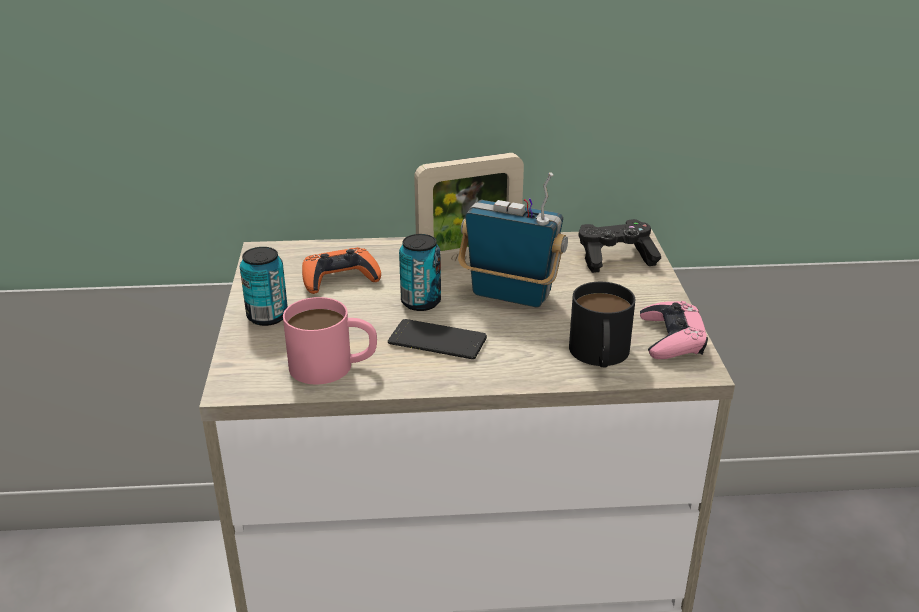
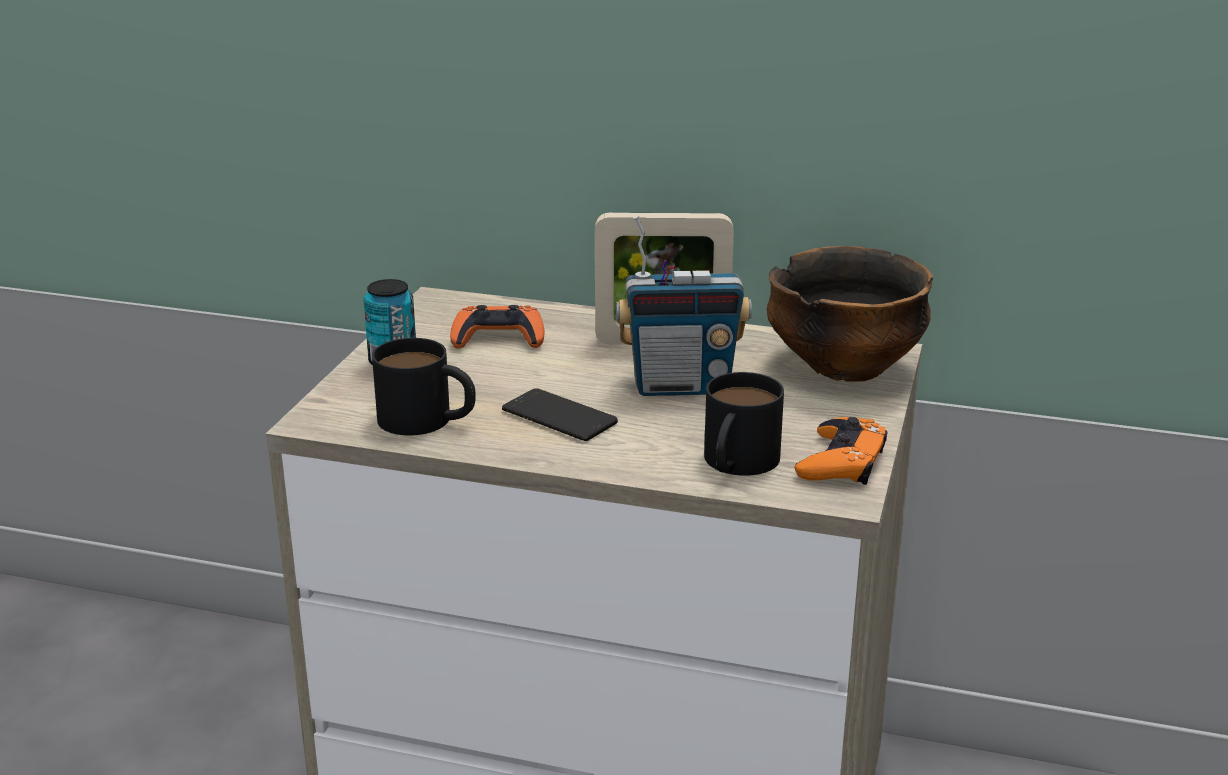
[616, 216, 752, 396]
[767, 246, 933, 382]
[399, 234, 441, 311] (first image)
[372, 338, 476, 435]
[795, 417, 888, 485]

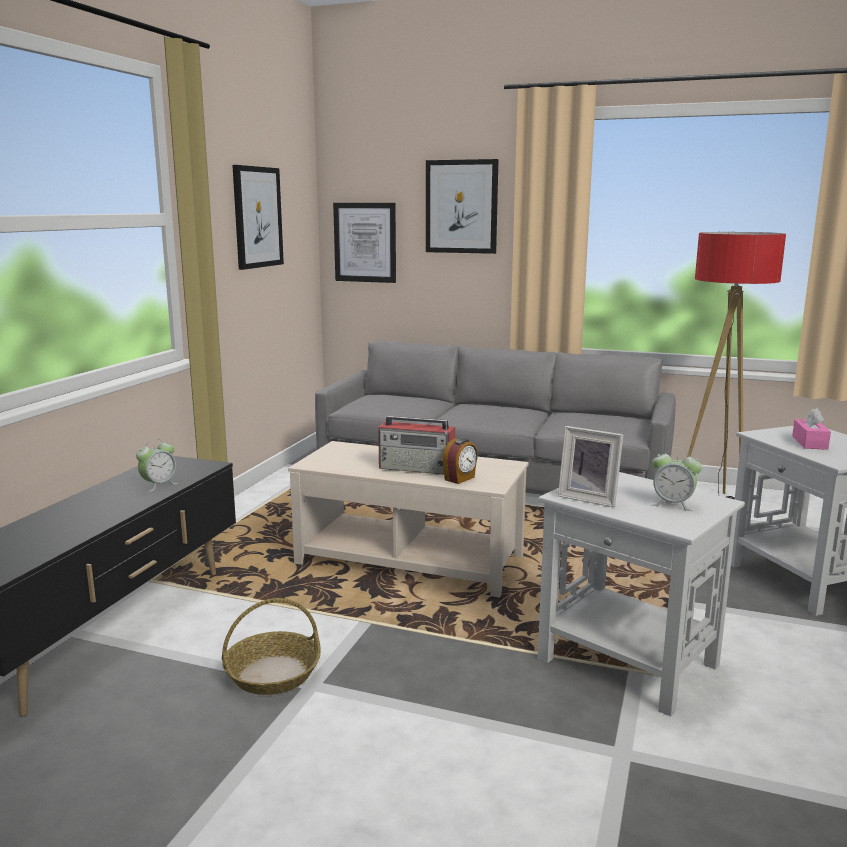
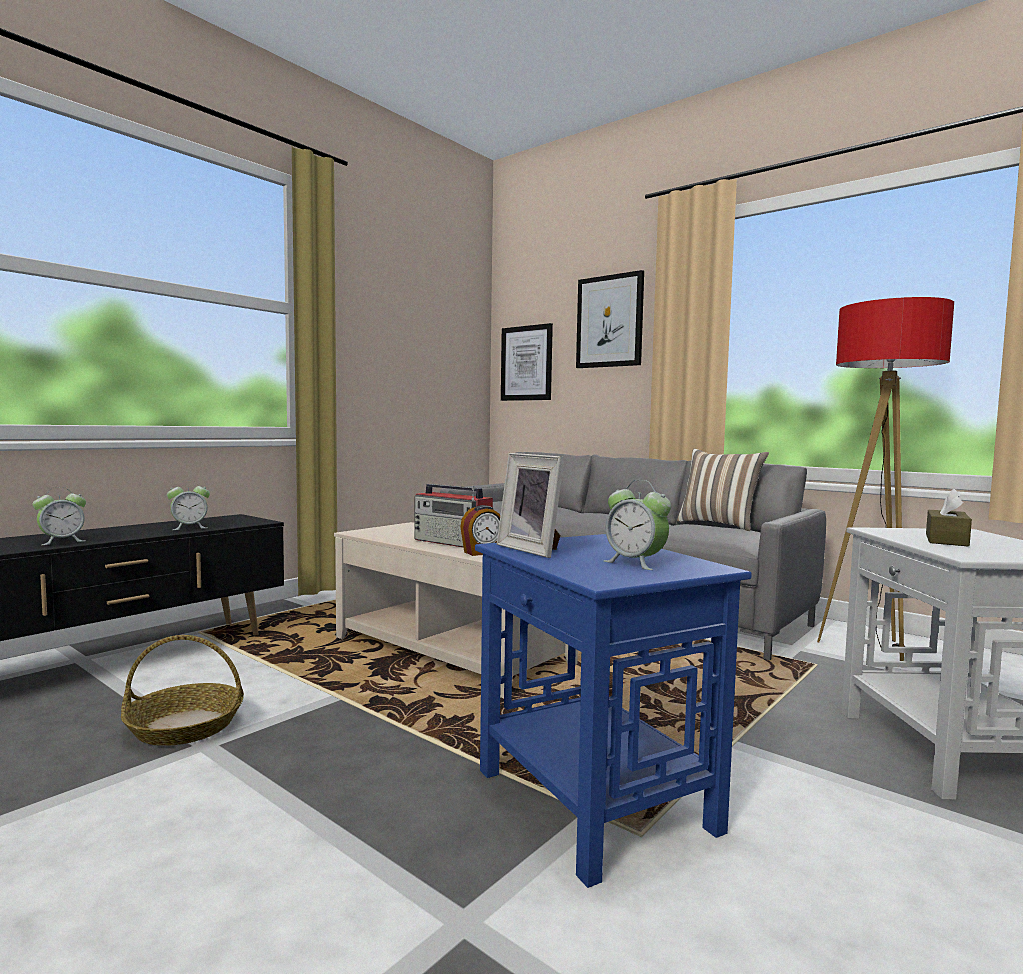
[232, 165, 284, 270] (first image)
[926, 488, 972, 547]
[475, 534, 752, 888]
[677, 449, 769, 531]
[33, 487, 86, 545]

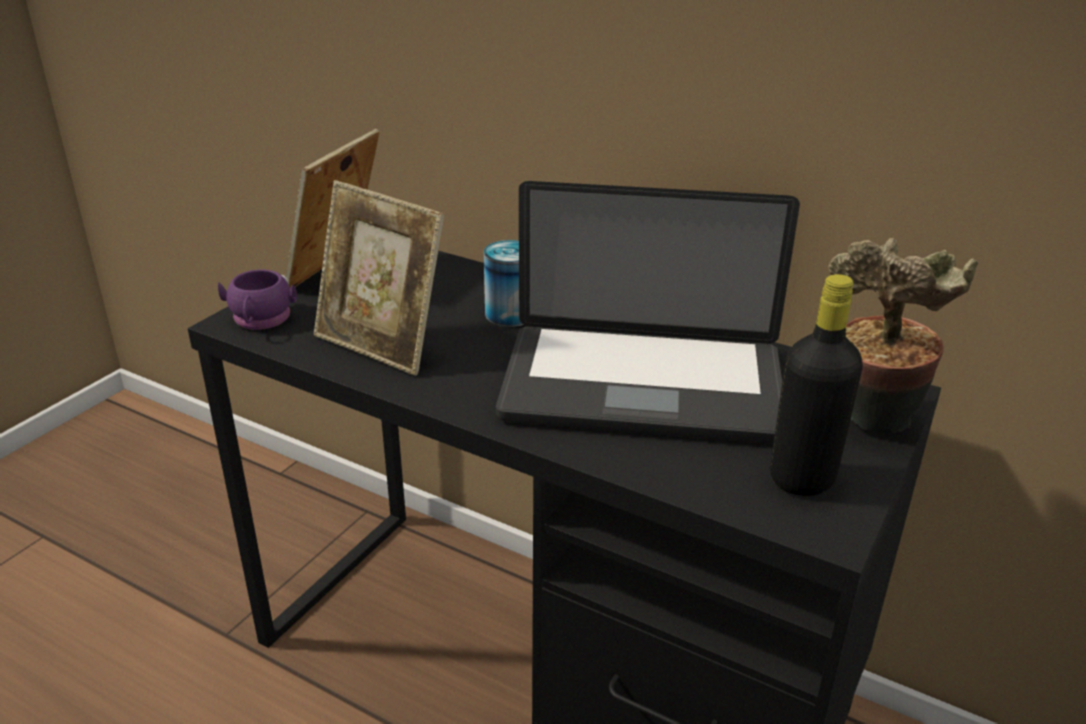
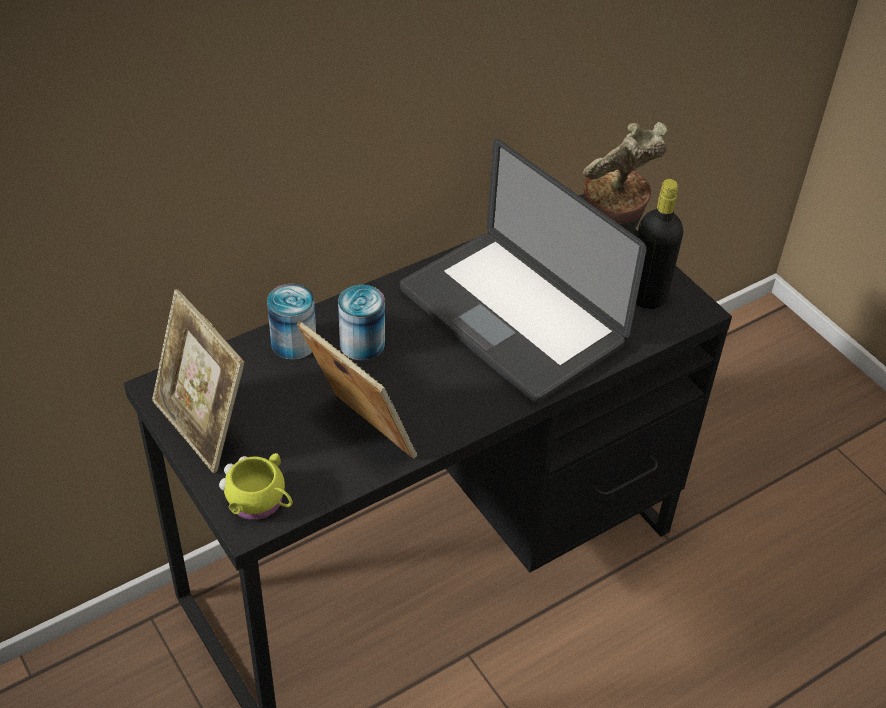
[297, 321, 417, 458]
[400, 139, 647, 403]
[219, 453, 293, 520]
[267, 284, 316, 360]

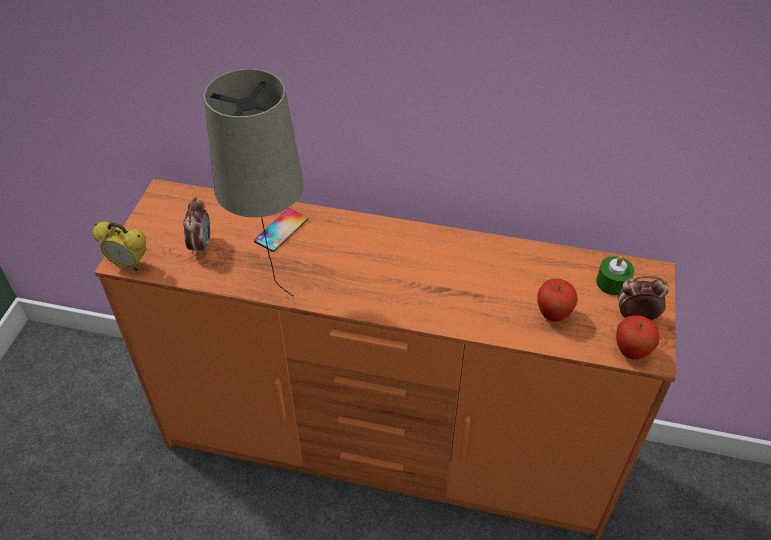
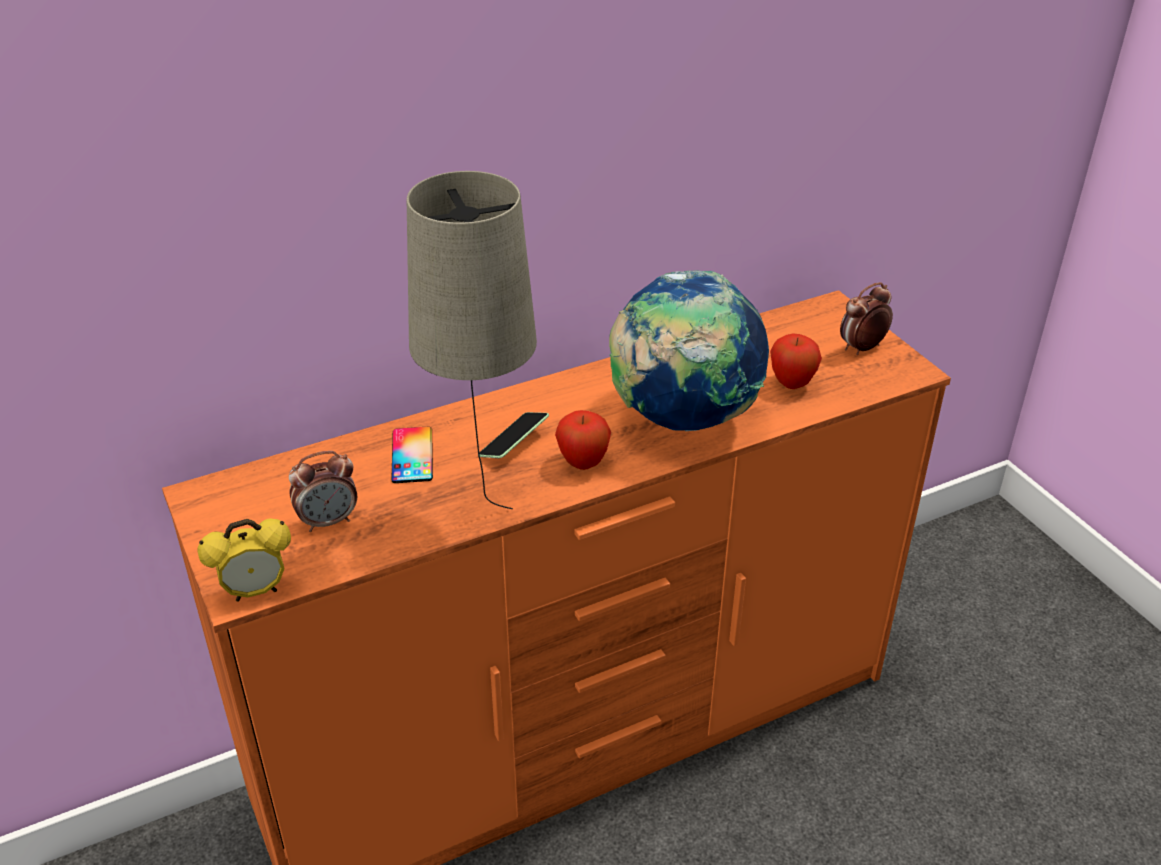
[289, 451, 357, 532]
[596, 256, 634, 295] (first image)
[555, 410, 611, 470]
[609, 270, 769, 431]
[479, 412, 549, 458]

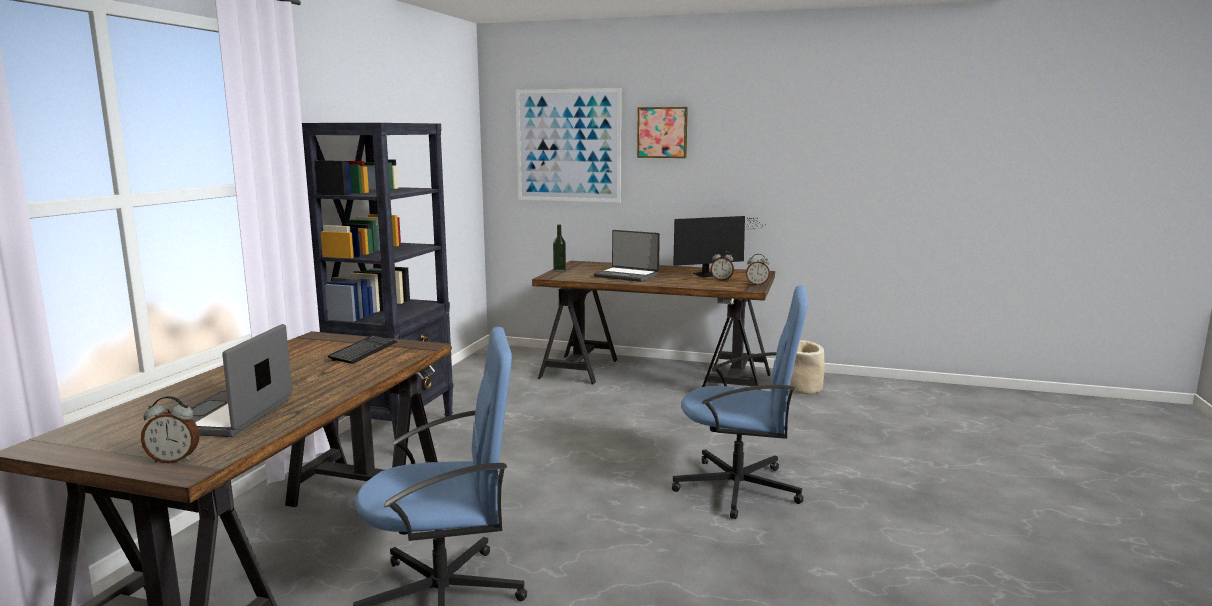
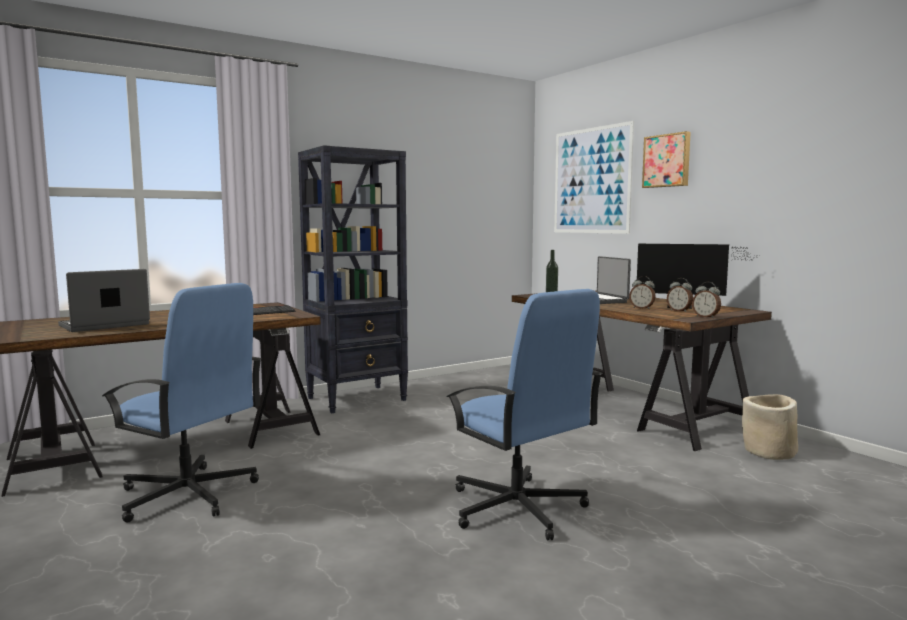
[629, 276, 656, 309]

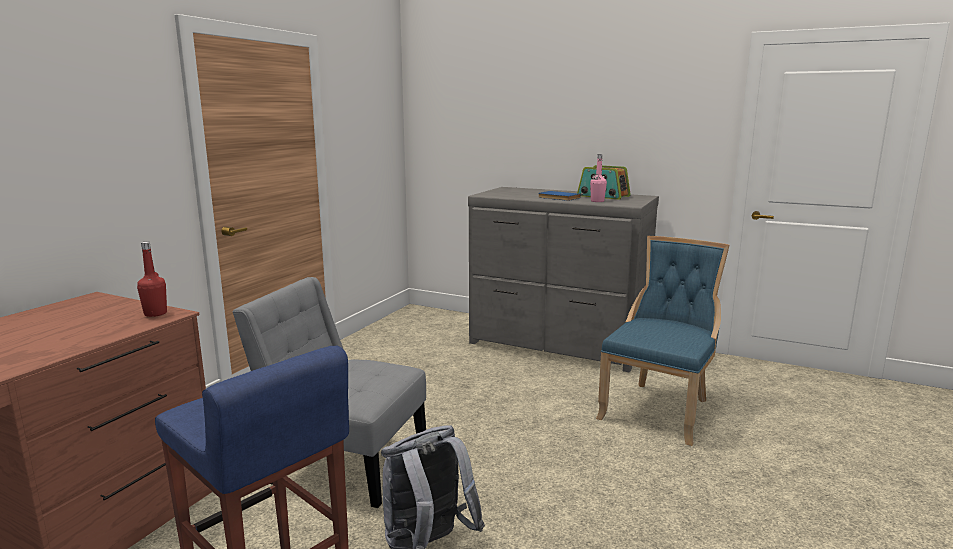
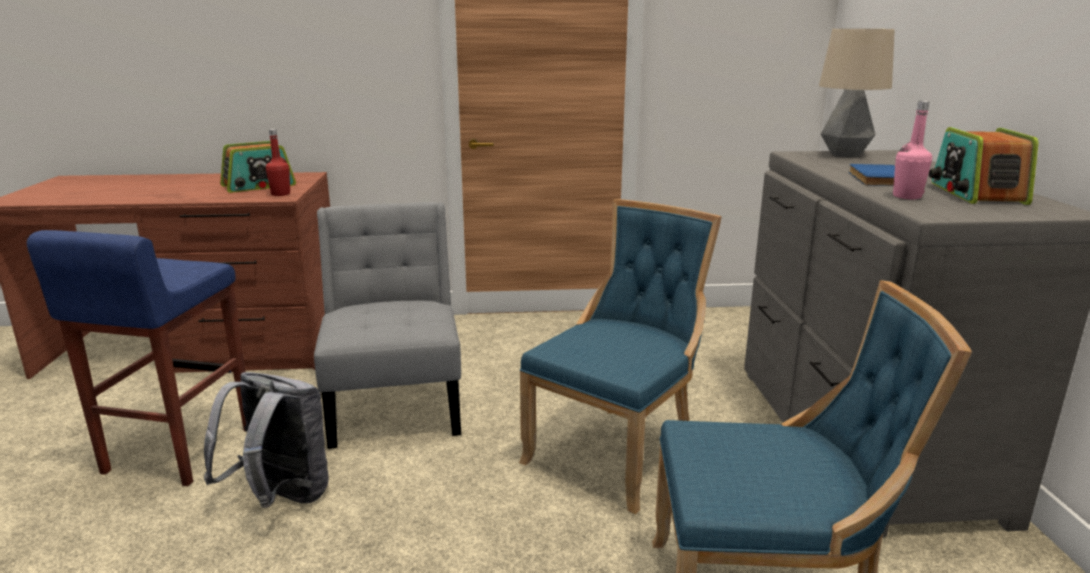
[819, 29, 895, 158]
[220, 141, 296, 193]
[519, 199, 722, 514]

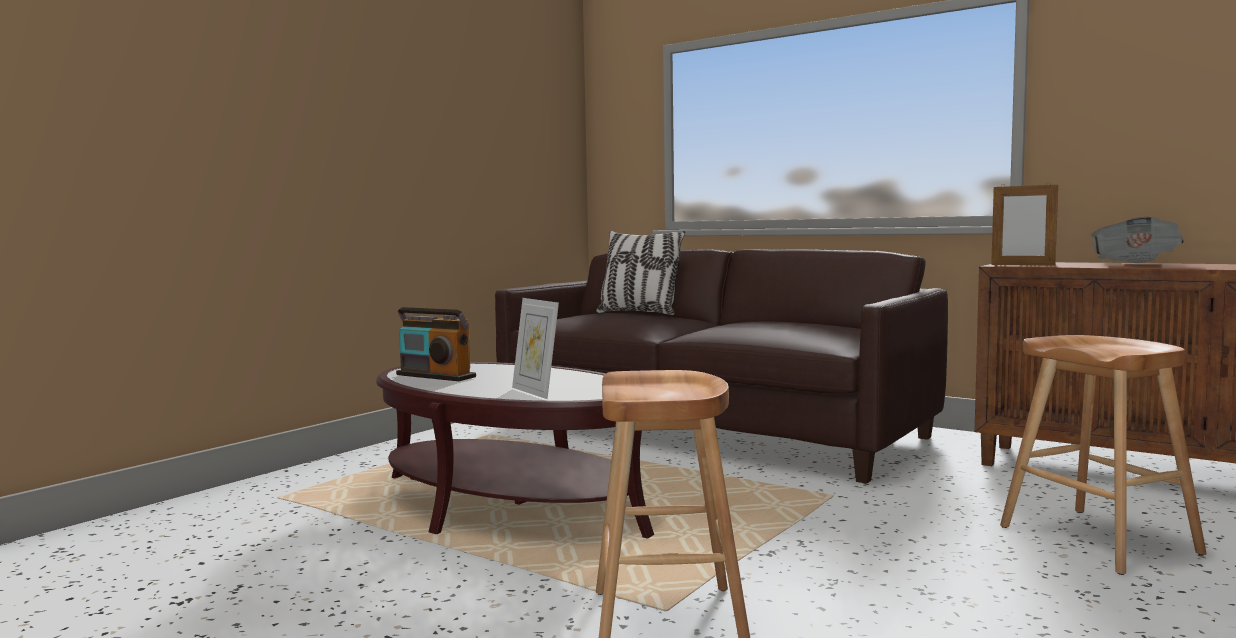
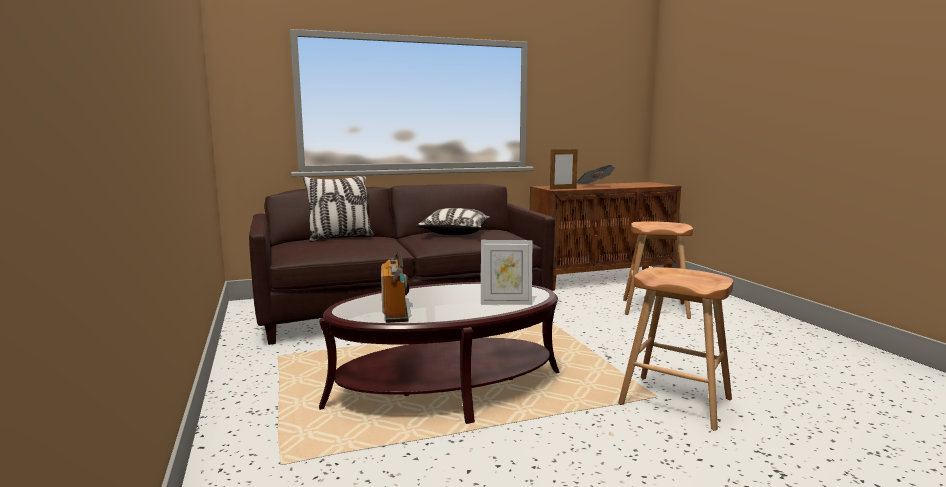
[381, 252, 409, 323]
[417, 208, 490, 235]

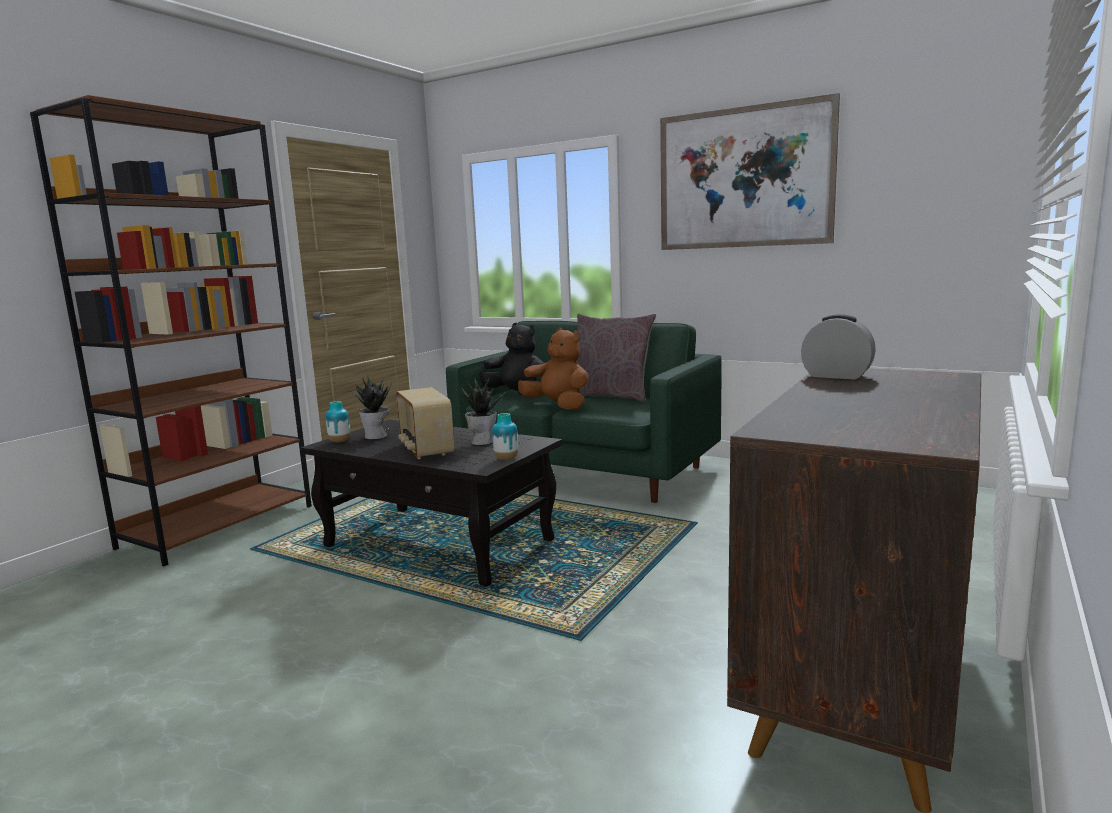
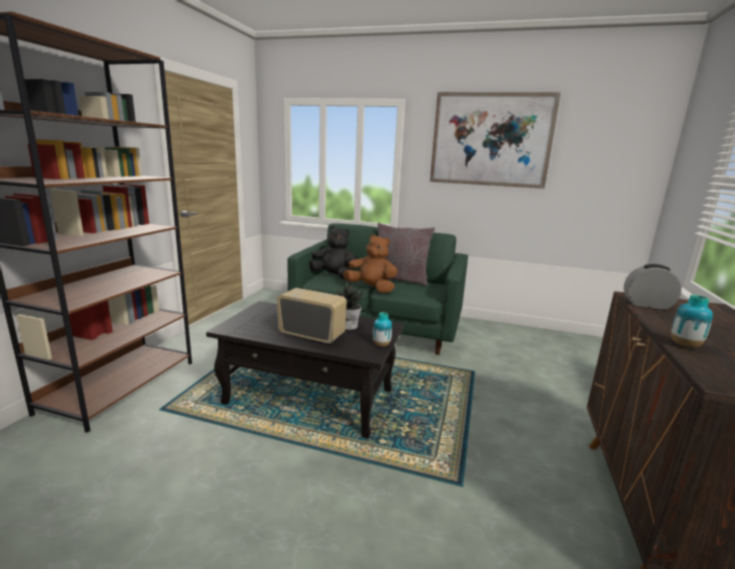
[349, 374, 392, 439] (first image)
[277, 288, 347, 343]
[671, 295, 713, 348]

